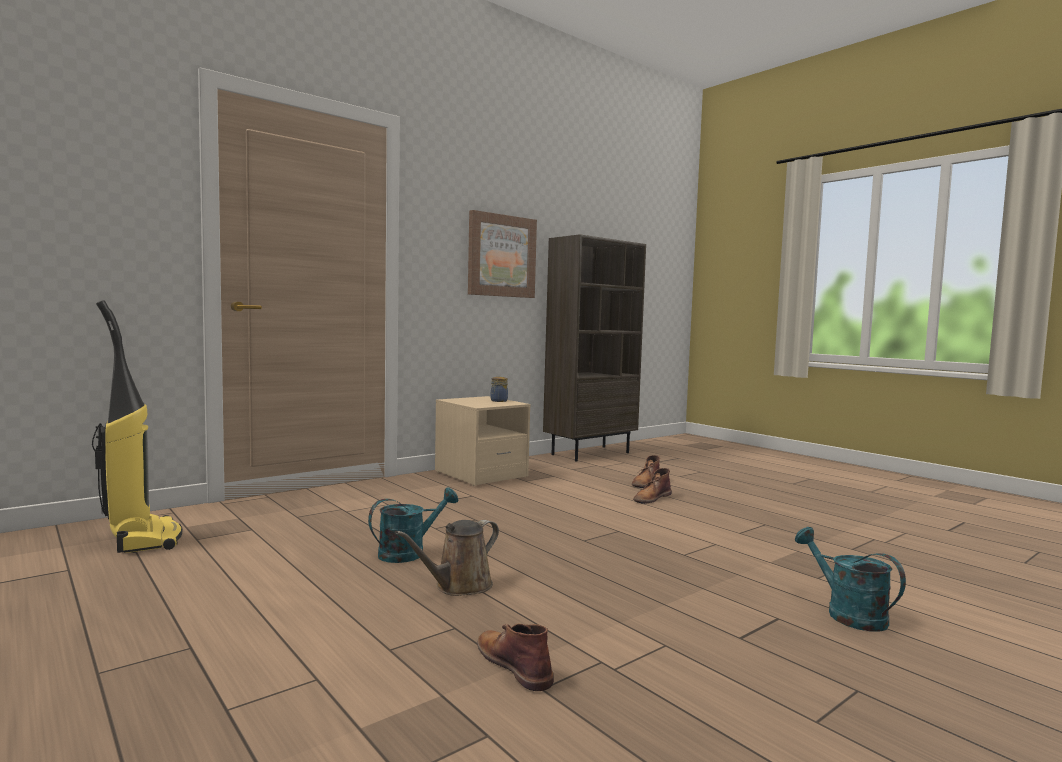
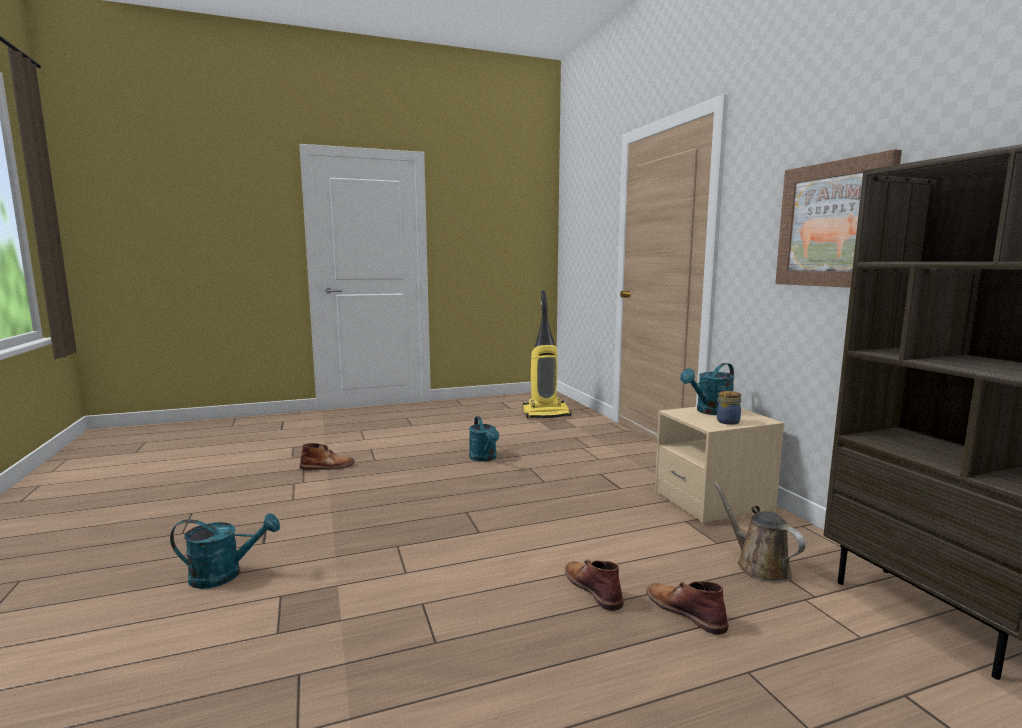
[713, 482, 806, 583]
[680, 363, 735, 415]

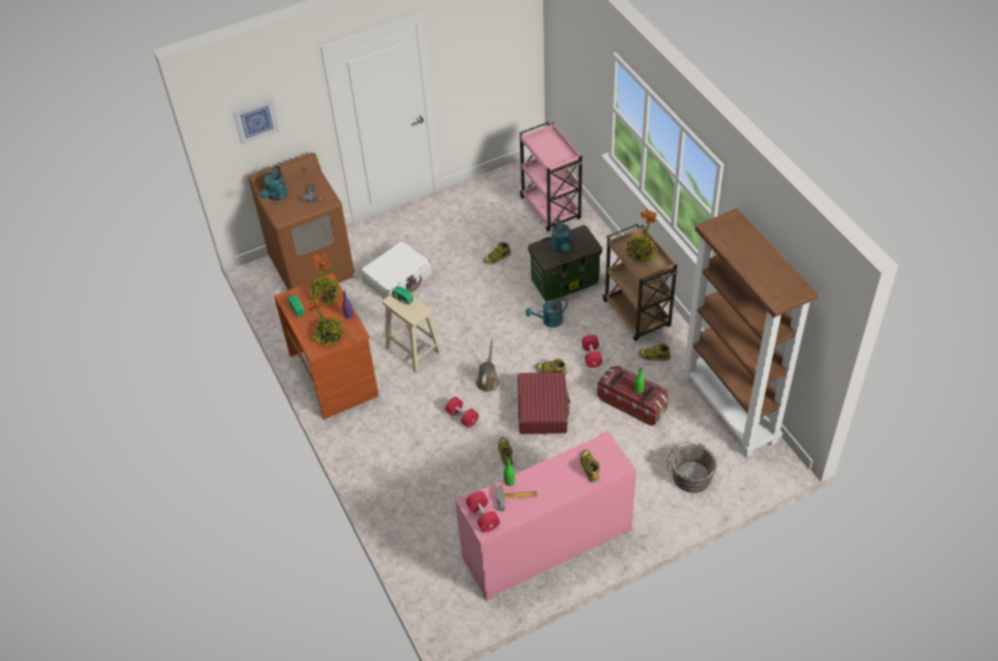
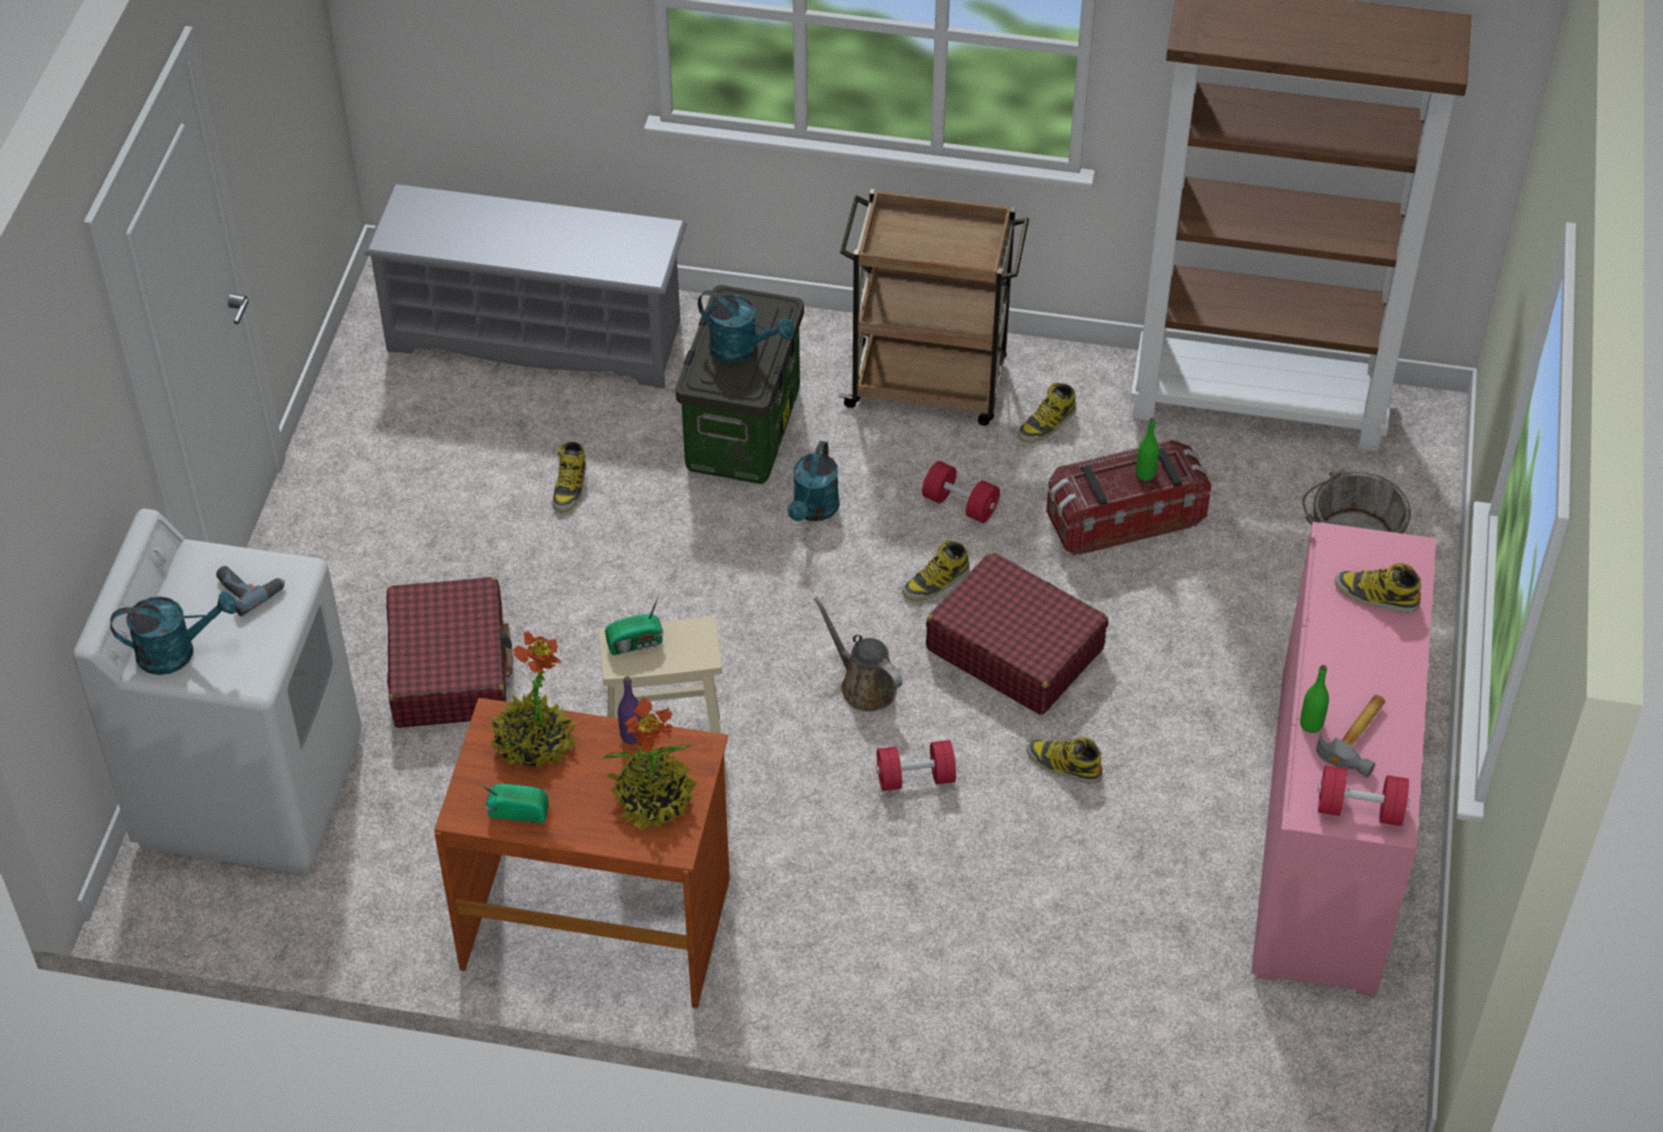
[233, 98, 279, 144] (first image)
[364, 184, 687, 389]
[73, 509, 362, 874]
[111, 591, 238, 675]
[626, 208, 658, 262] (first image)
[386, 577, 513, 728]

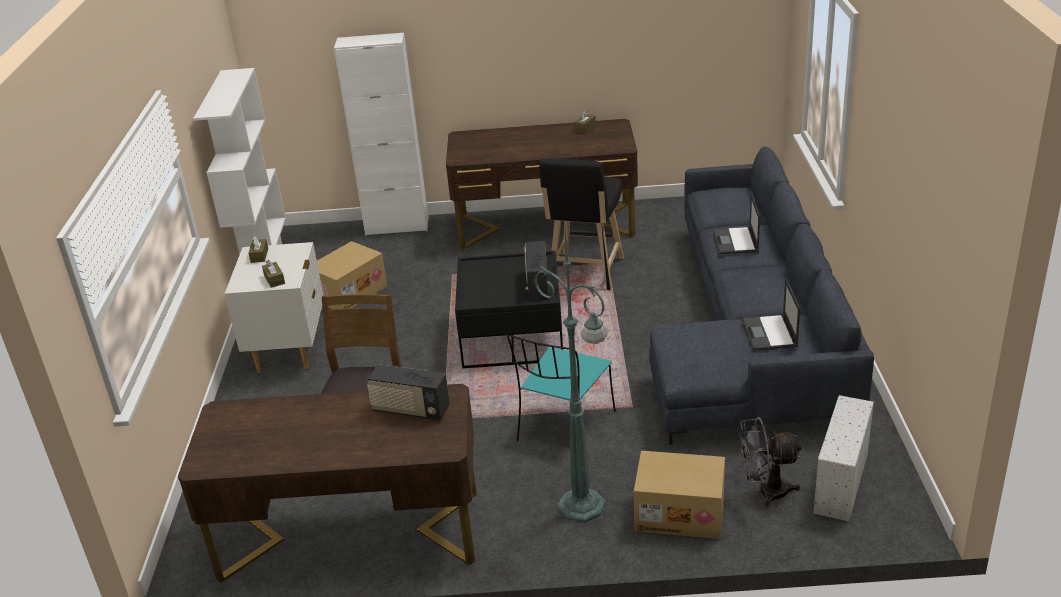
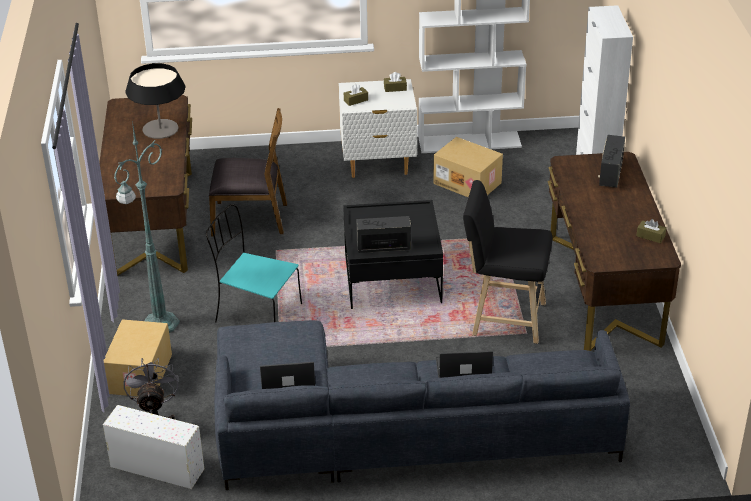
[598, 135, 625, 188]
[125, 63, 186, 139]

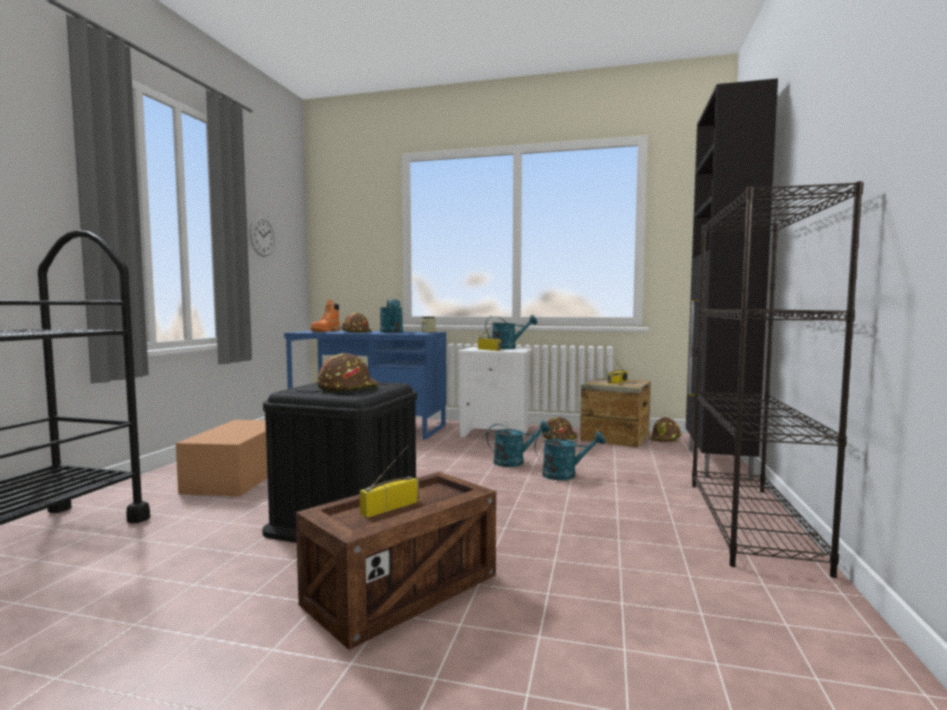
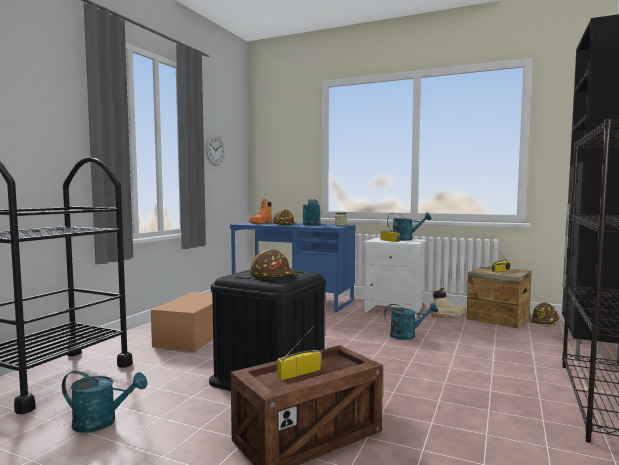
[431, 288, 465, 318]
[62, 371, 148, 433]

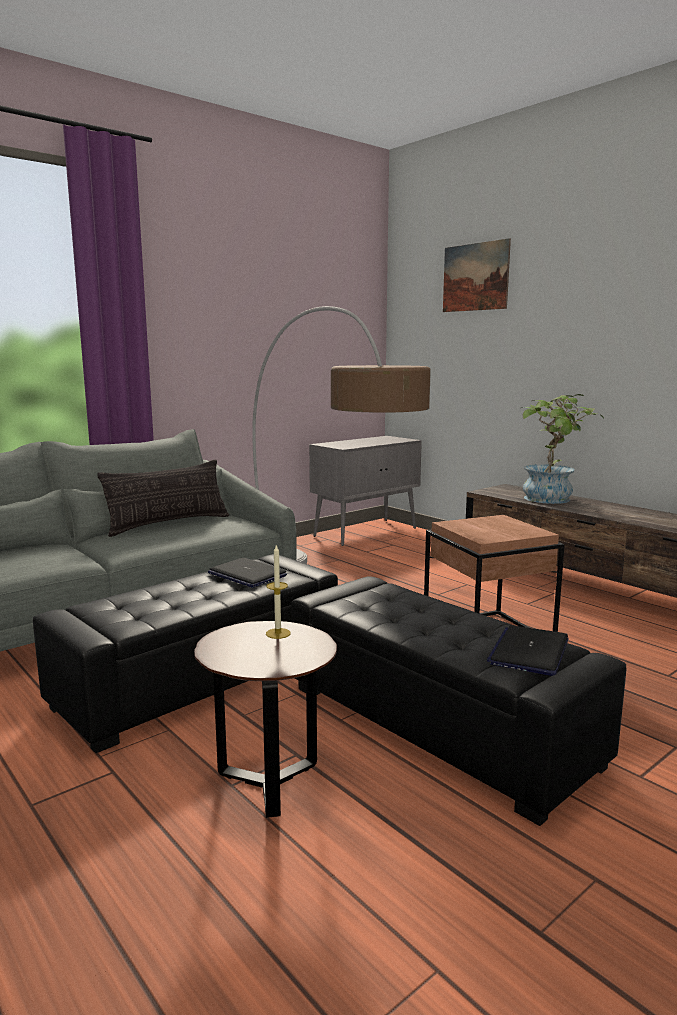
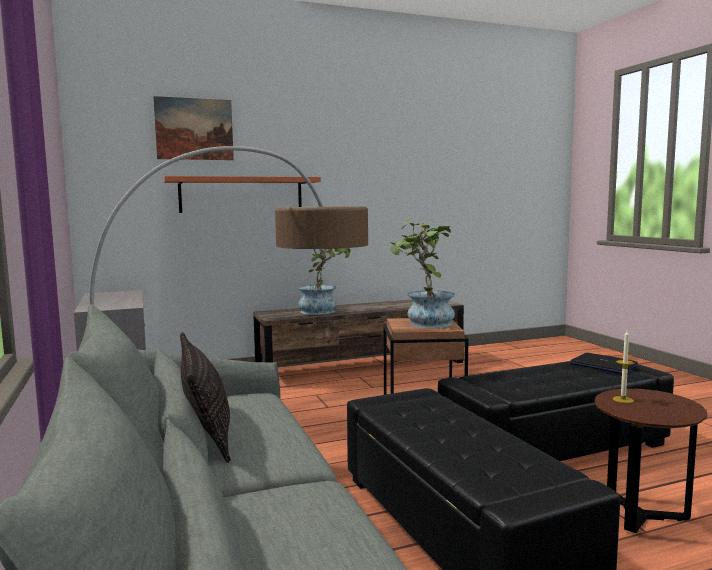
[208, 558, 287, 588] (first image)
[164, 176, 321, 213]
[385, 221, 455, 328]

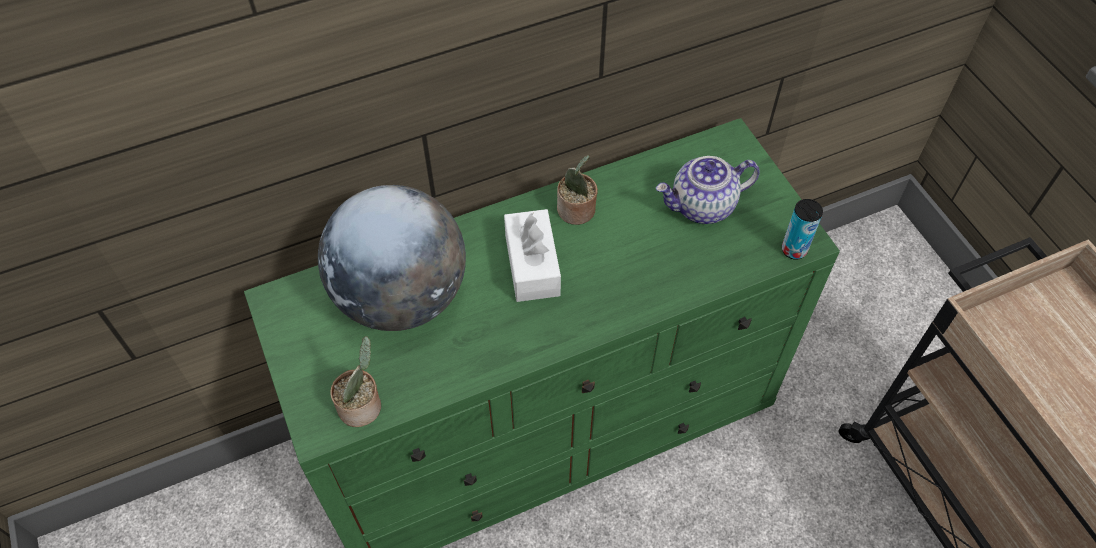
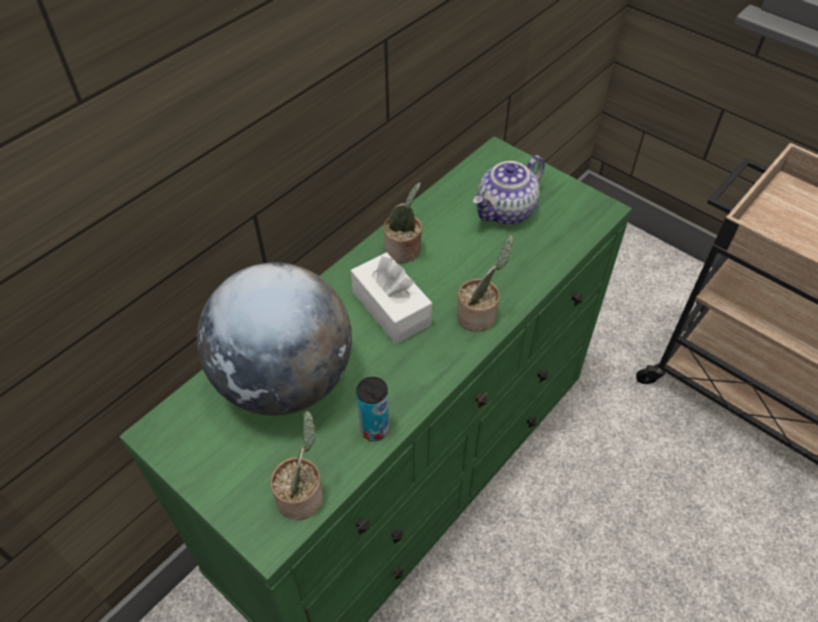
[356, 377, 389, 441]
[457, 235, 513, 332]

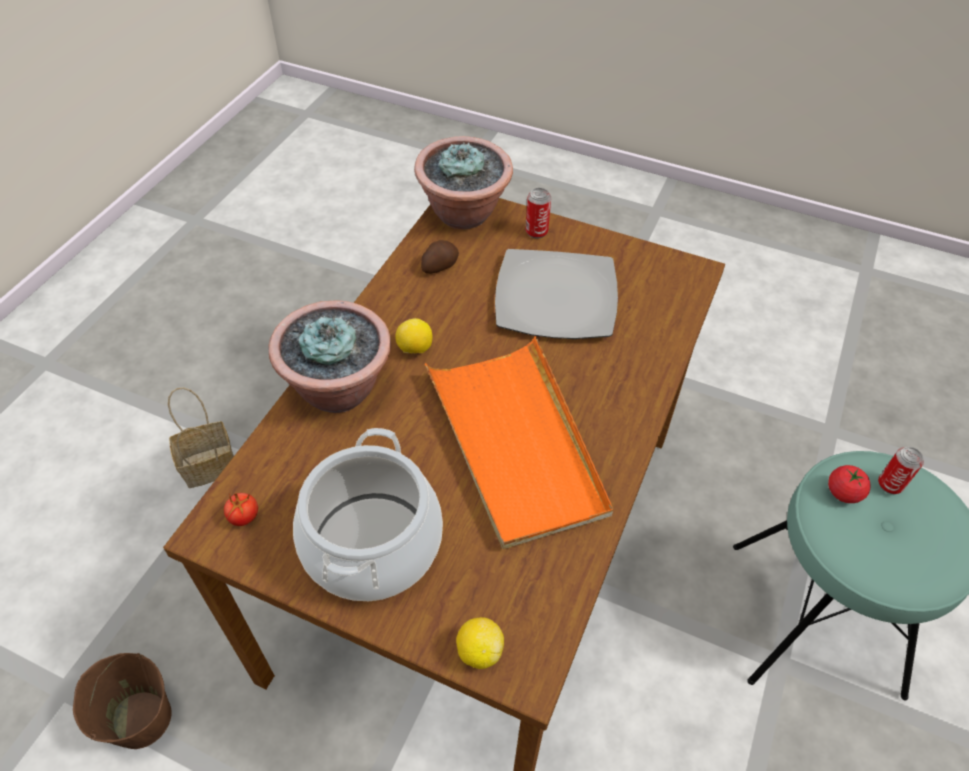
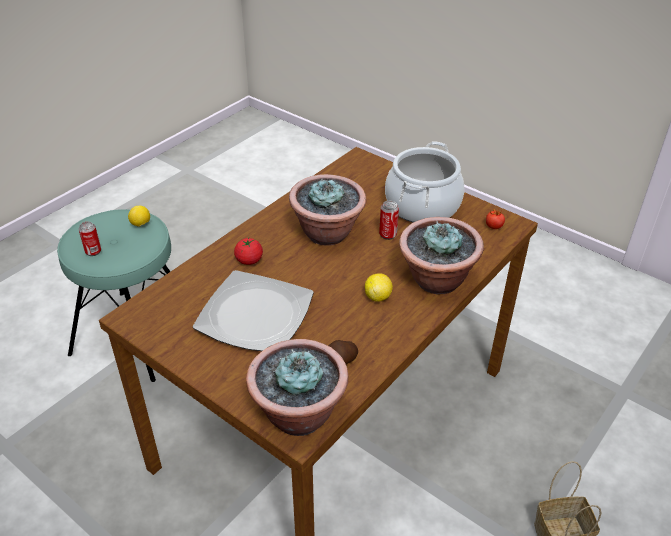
[379, 201, 399, 240]
[289, 174, 366, 246]
[234, 238, 263, 265]
[128, 206, 150, 227]
[73, 653, 172, 749] (first image)

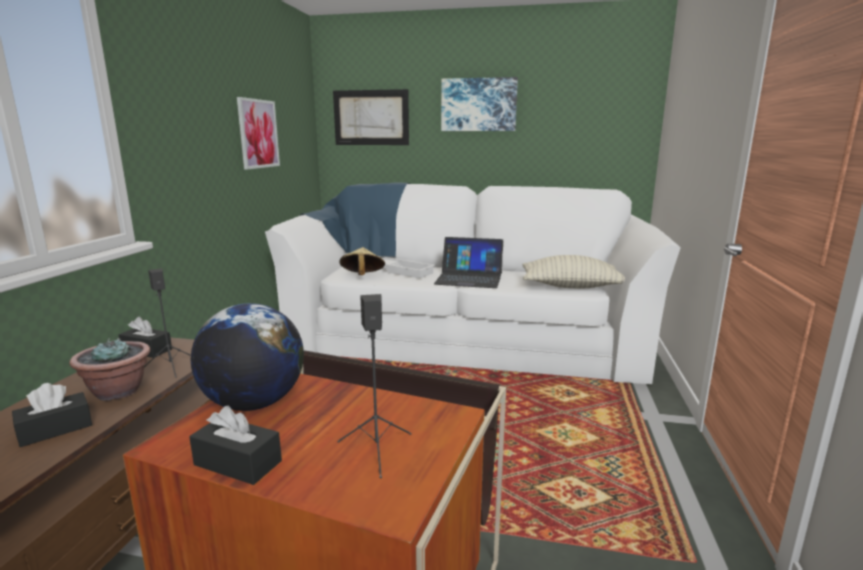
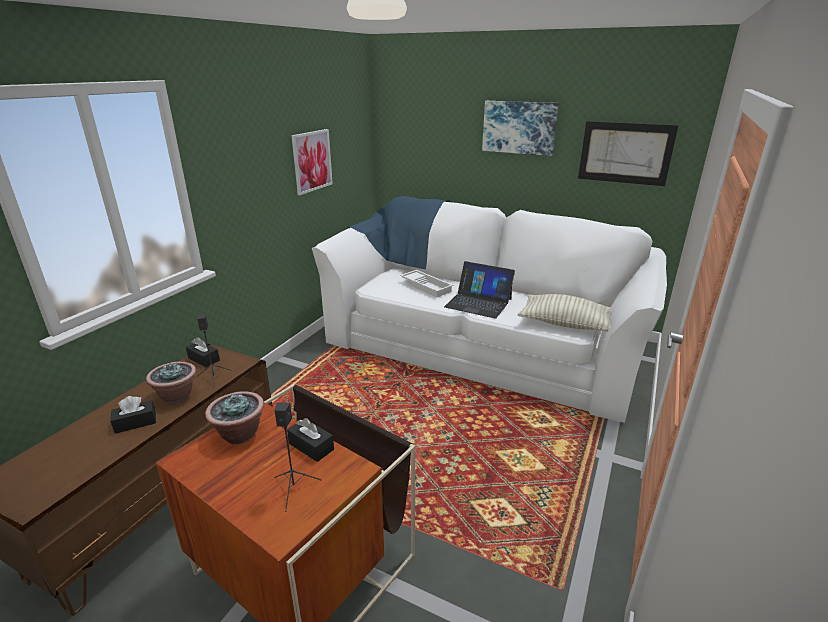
[578, 121, 678, 186]
[339, 247, 385, 275] (first image)
[205, 391, 264, 444]
[287, 418, 334, 462]

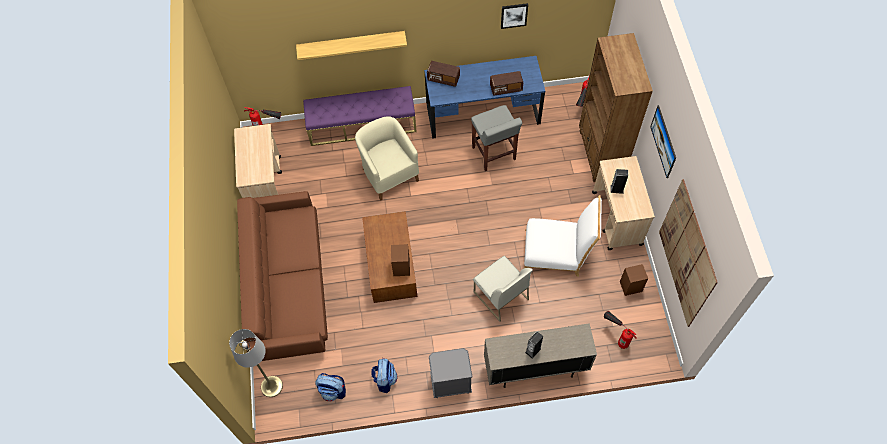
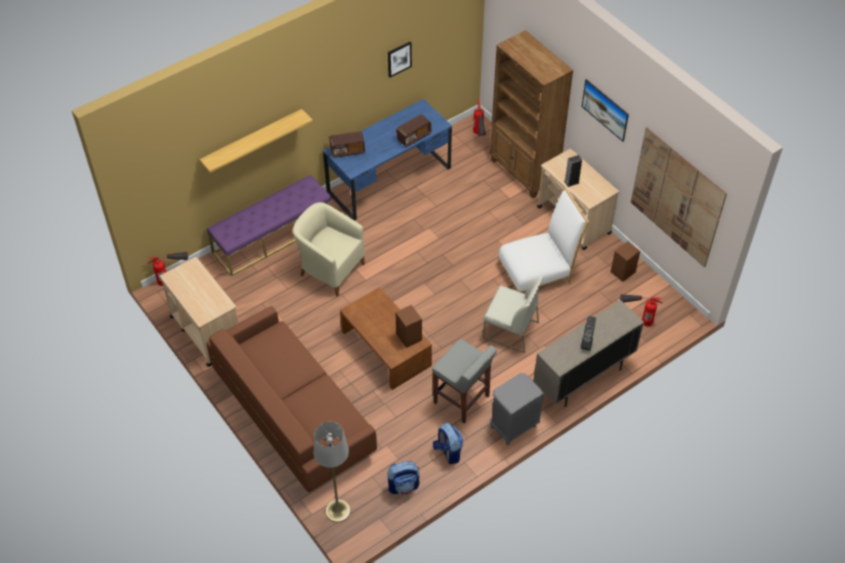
[432, 339, 497, 424]

